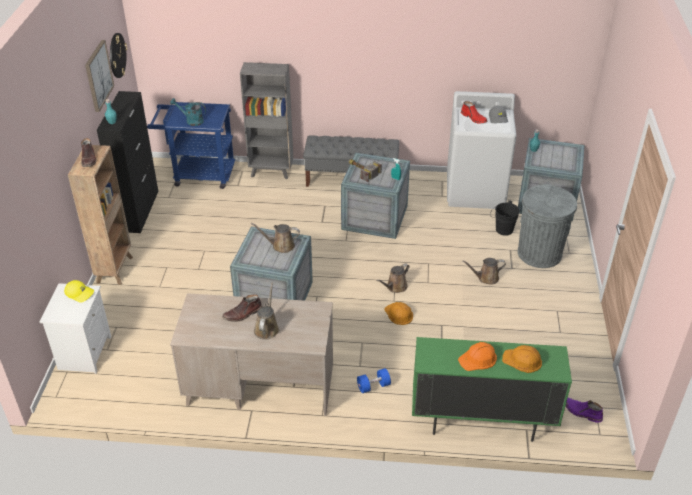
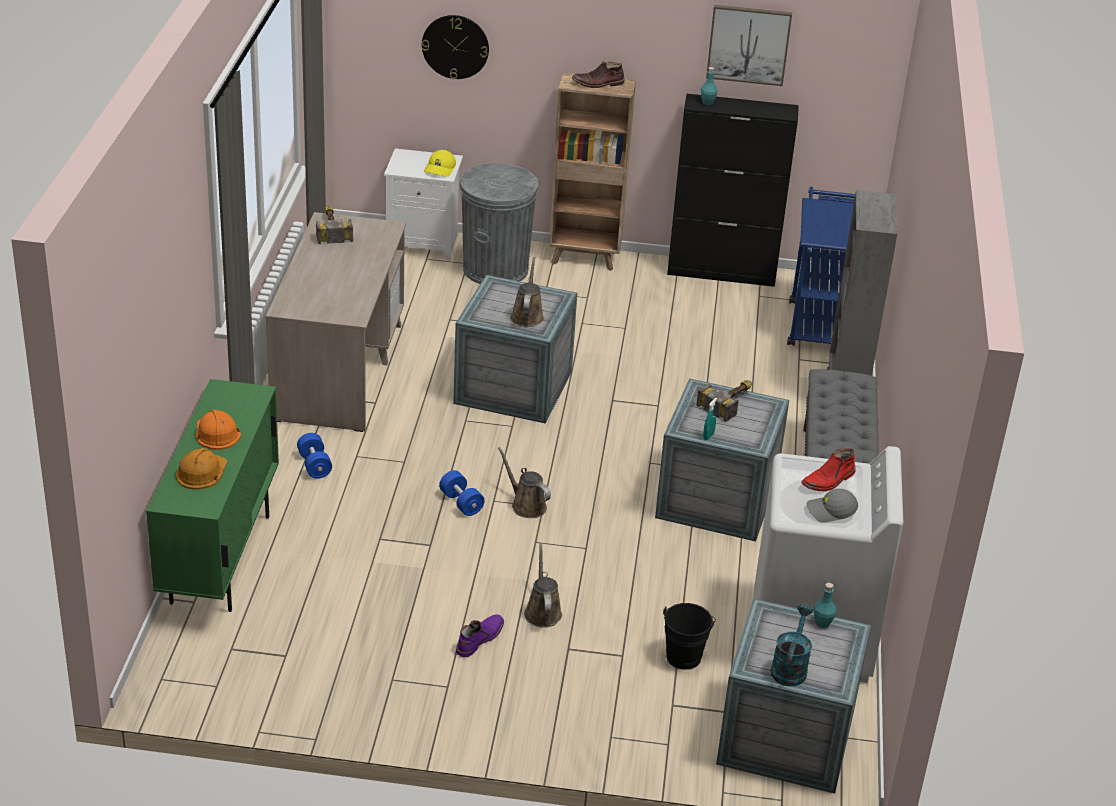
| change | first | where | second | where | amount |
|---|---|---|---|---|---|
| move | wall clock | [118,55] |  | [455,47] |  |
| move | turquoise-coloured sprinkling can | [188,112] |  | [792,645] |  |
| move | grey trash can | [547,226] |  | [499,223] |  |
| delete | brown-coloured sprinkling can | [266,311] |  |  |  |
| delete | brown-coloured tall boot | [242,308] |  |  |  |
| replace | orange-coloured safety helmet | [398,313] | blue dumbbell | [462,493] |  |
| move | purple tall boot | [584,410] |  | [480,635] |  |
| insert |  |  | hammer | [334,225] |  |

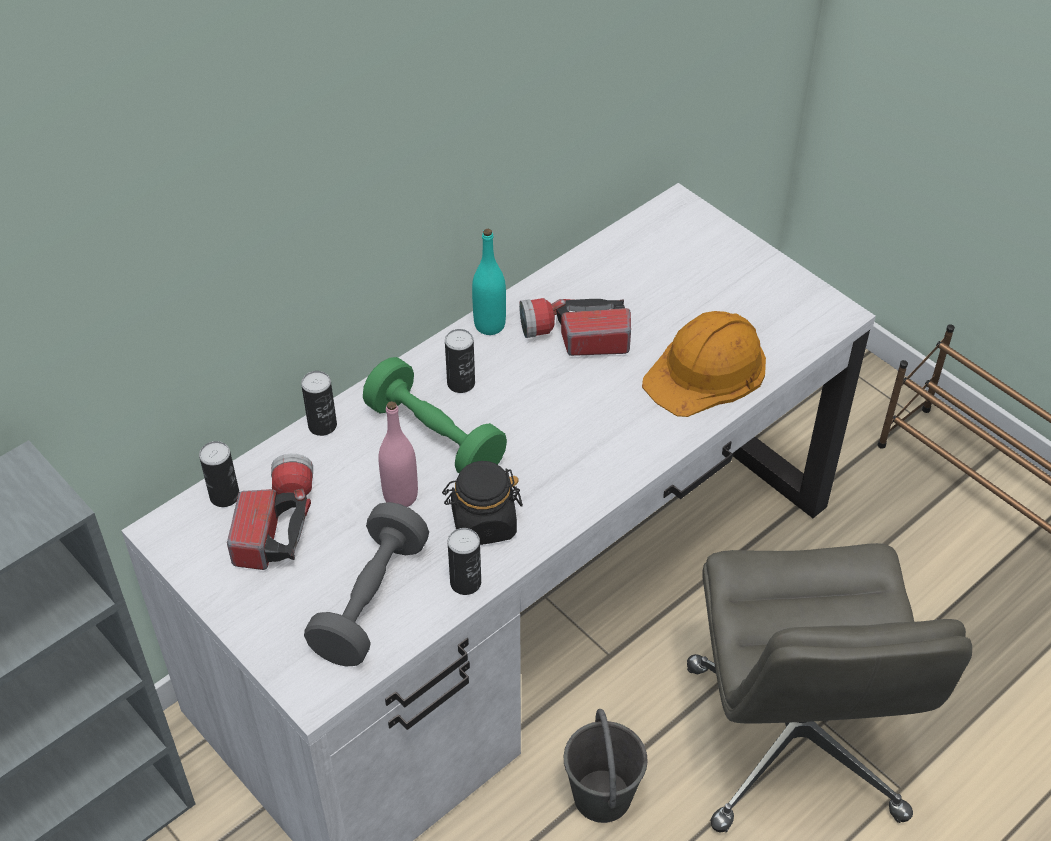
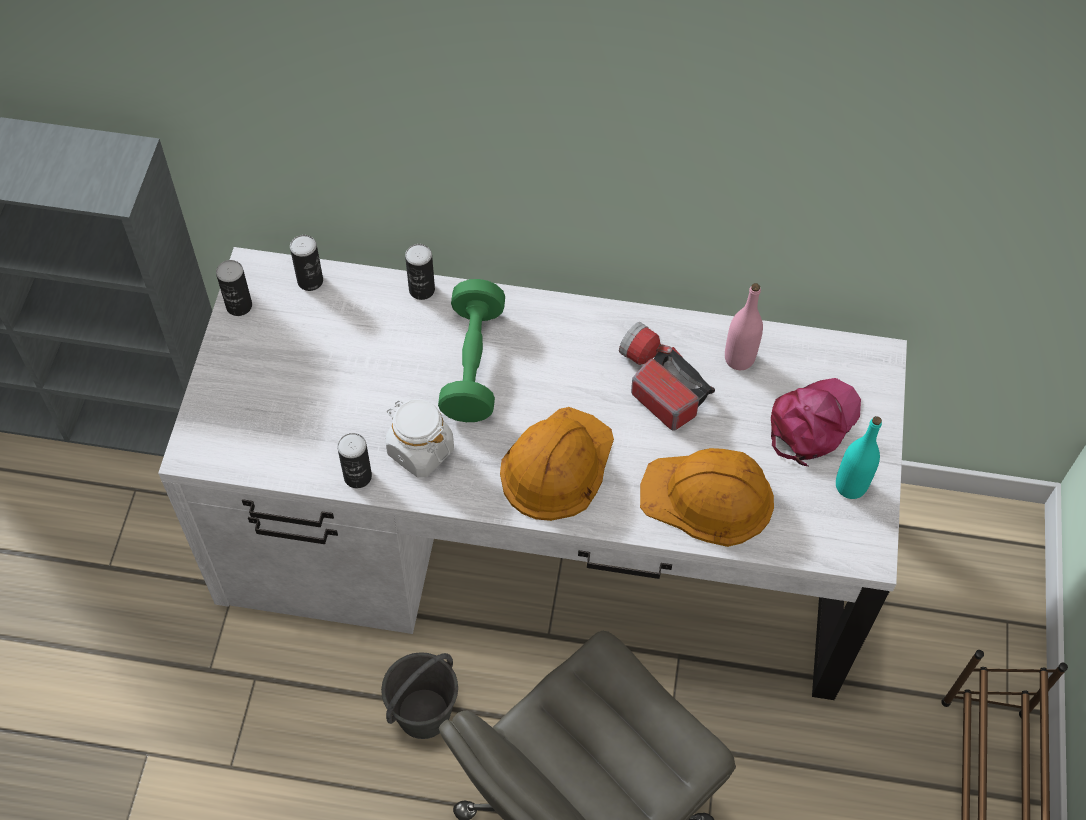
| change | first | where | second | where | amount |
|---|---|---|---|---|---|
| move | turquoise-coloured beverage bottle | [489,282] |  | [859,457] |  |
| move | metal can | [460,361] |  | [234,288] |  |
| move | pink-coloured beverage bottle | [398,454] |  | [744,326] |  |
| delete | torch | [270,512] |  |  |  |
| recolor | black-coloured jar | [482,503] | whitish jar | [420,438] |  |
| delete | grey dumbbell | [366,584] |  |  |  |
| insert |  |  | pink-coloured baseball cap | [816,422] |  |
| insert |  |  | orange-coloured safety helmet | [557,464] |  |

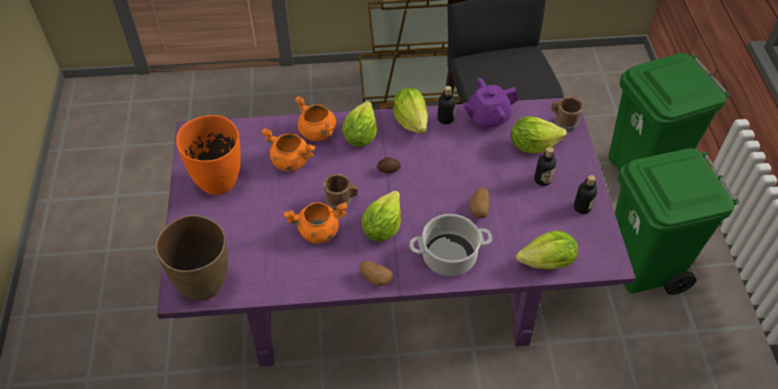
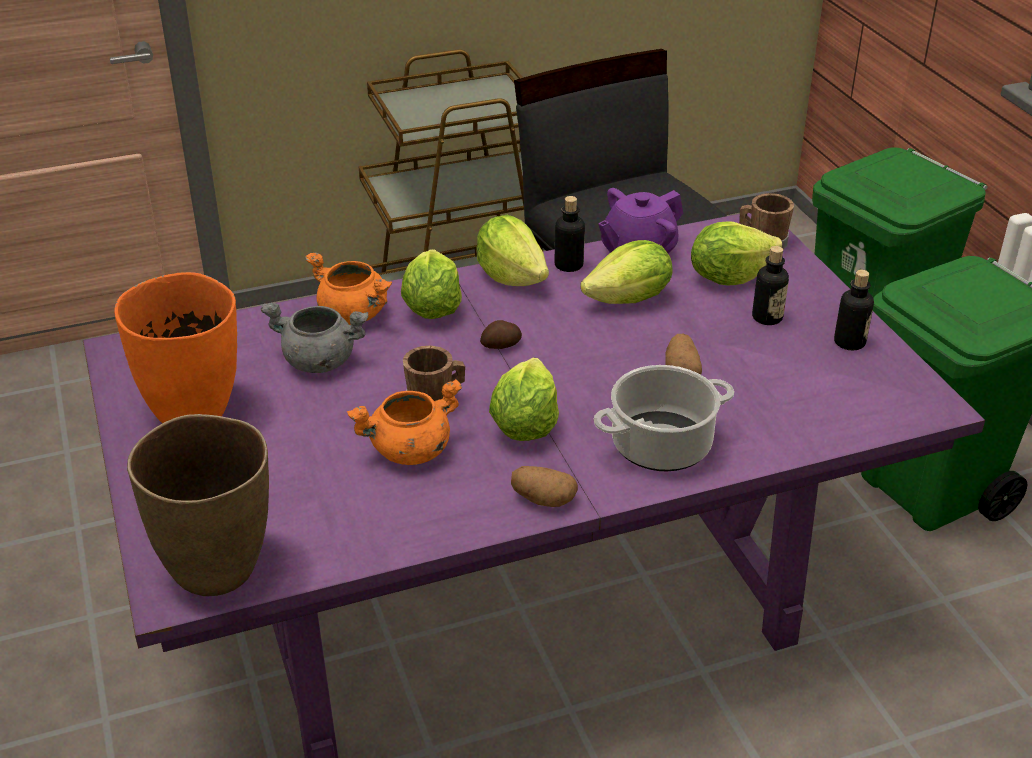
| change | first | where | second | where | amount |
|---|---|---|---|---|---|
| recolor | orange-coloured cooking pot | [288,149] | grey cooking pot | [314,338] |  |
| move | head of lettuce | [547,250] |  | [626,272] |  |

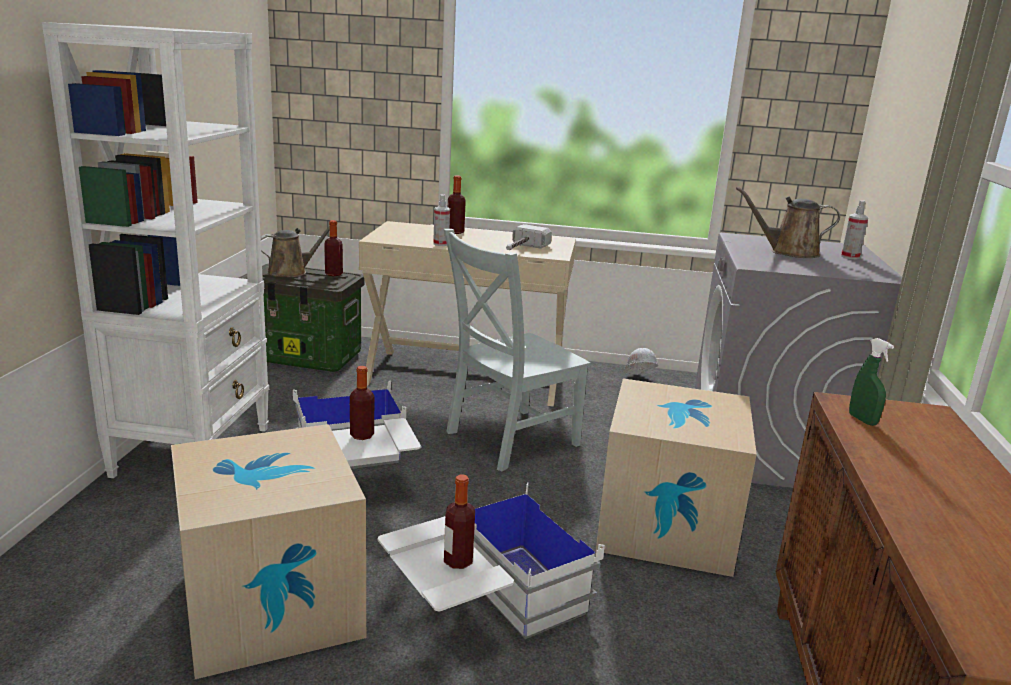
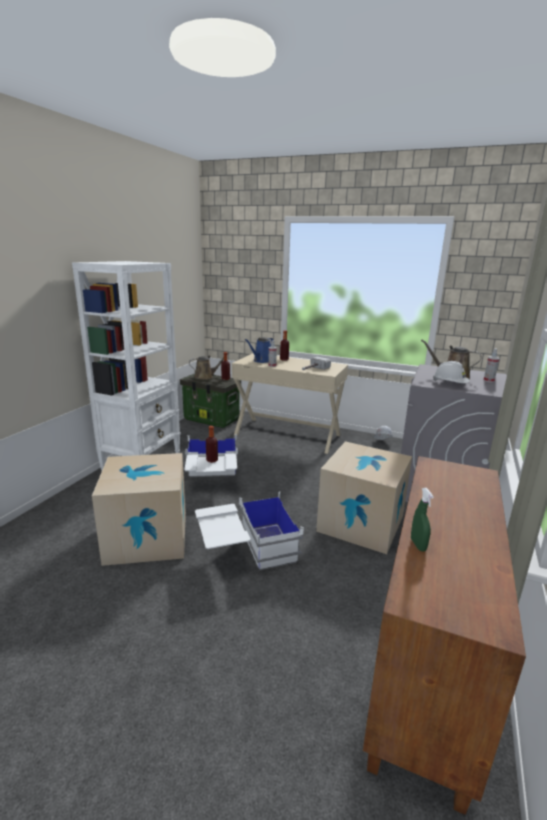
| change | first | where | second | where | amount |
|---|---|---|---|---|---|
| delete | grey upright chair | [516,350] |  |  |  |
| move | green sprayer | [871,382] |  | [422,519] |  |
| delete | beverage bottle | [459,521] |  |  |  |
| insert |  |  | blue sprinkling can | [259,350] |  |
| insert |  |  | whitish safety helmet | [451,372] |  |

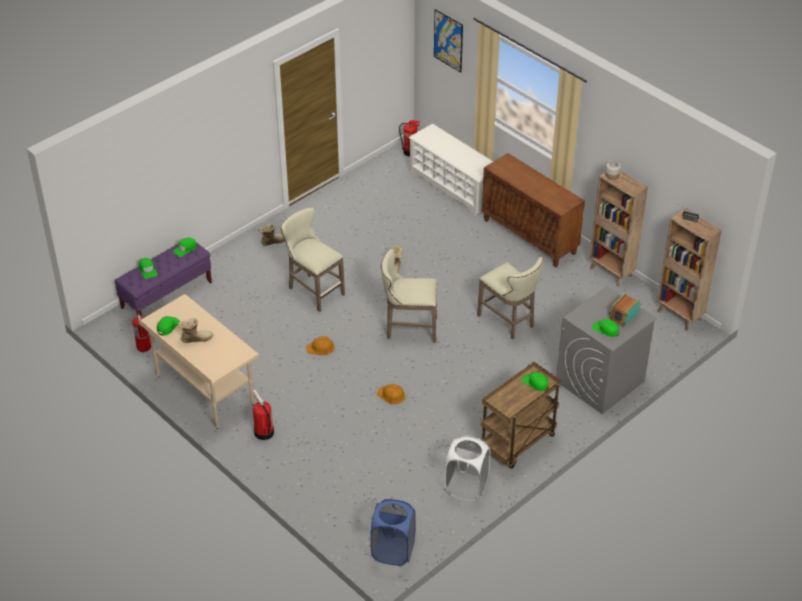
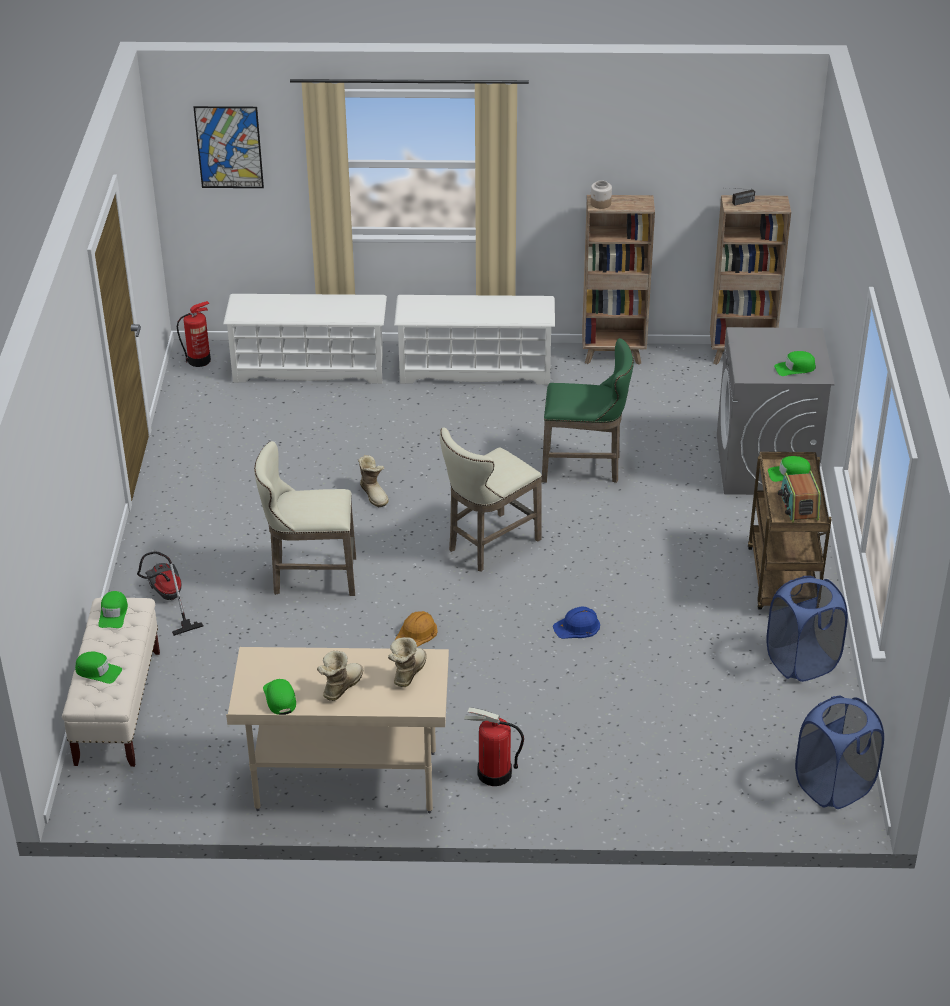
| change | first | where | second | where | amount |
|---|---|---|---|---|---|
| replace | brown-coloured storage cabinet | [533,210] | whitish shoe rack | [474,340] |  |
| move | tall boot | [271,234] |  | [407,662] |  |
| recolor | purple indoor bench | [163,279] | beige-coloured indoor bench | [111,682] |  |
| recolor | beige-coloured stool seat | [510,298] | green stool seat | [588,410] |  |
| move | radio | [624,310] |  | [799,496] |  |
| delete | fire extinguisher | [141,332] |  |  |  |
| recolor | orange-coloured safety helmet | [391,394] | blue safety helmet | [576,622] |  |
| recolor | whitish washing basket | [468,468] | blue washing basket | [807,629] |  |
| insert |  |  | vacuum | [170,593] |  |

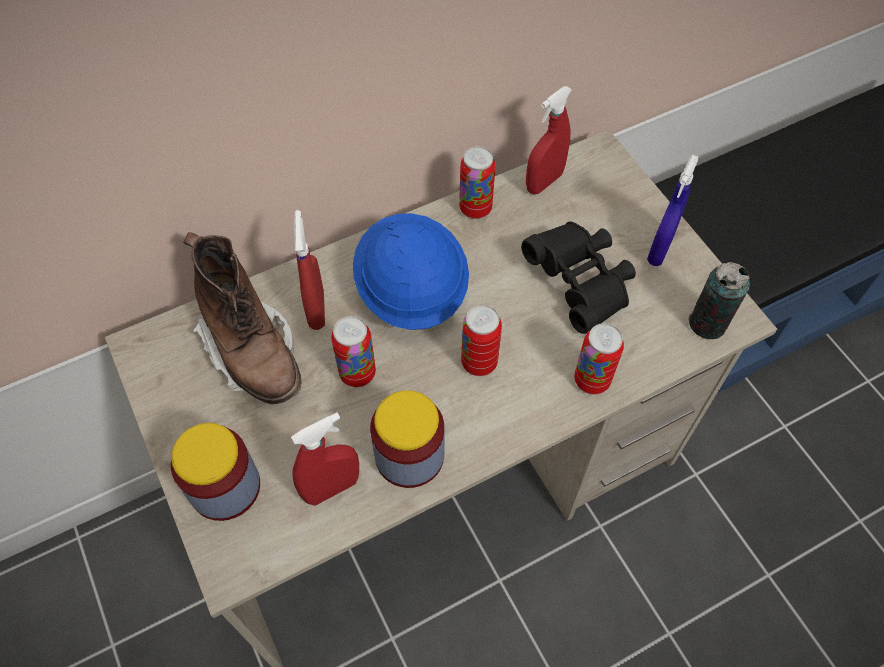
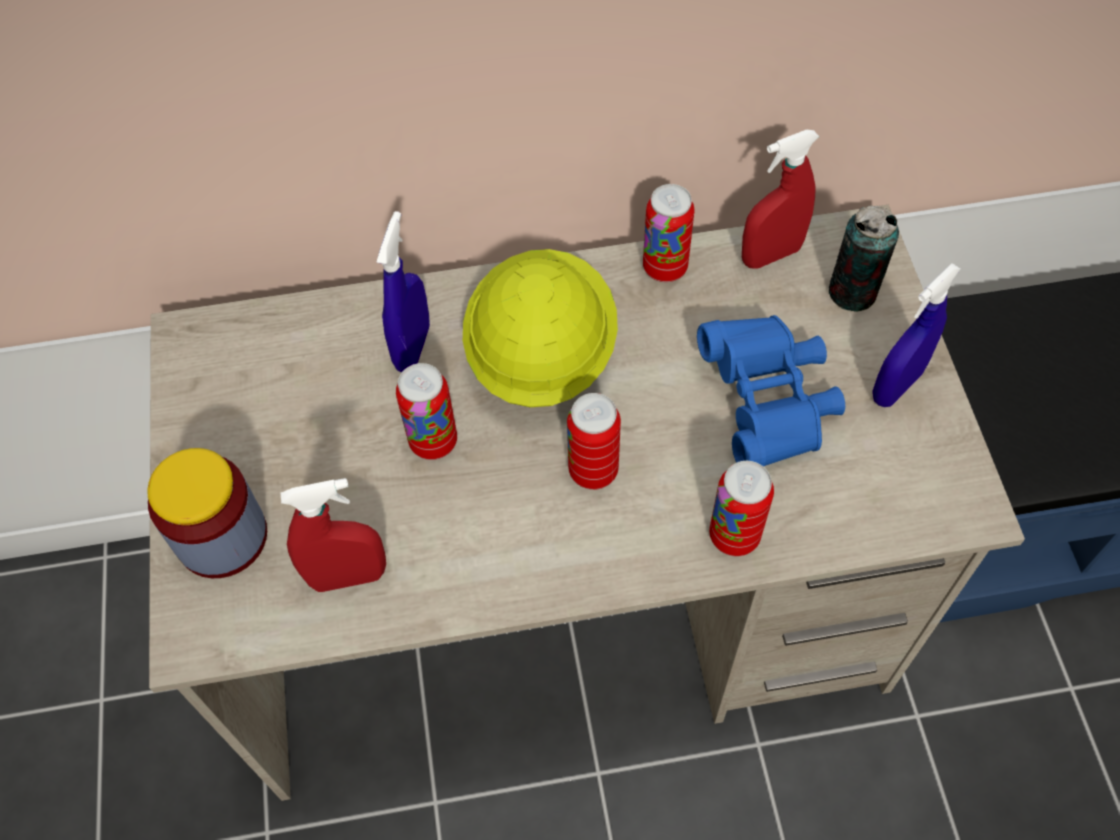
| change | first | where | second | where | amount |
|---|---|---|---|---|---|
| recolor | reddish sprayer | [309,270] | blue sprayer | [403,291] |  |
| recolor | blue safety helmet | [411,271] | yellow safety helmet | [540,328] |  |
| recolor | black-coloured field glasses | [578,277] | blue field glasses | [771,391] |  |
| delete | brown-coloured tall boot | [242,318] |  |  |  |
| move | metal can | [719,300] |  | [864,258] |  |
| delete | jar | [407,439] |  |  |  |

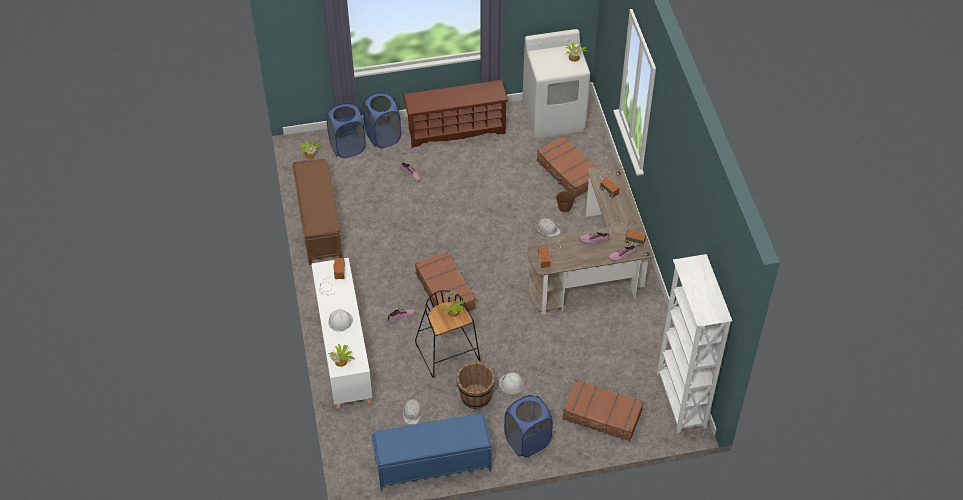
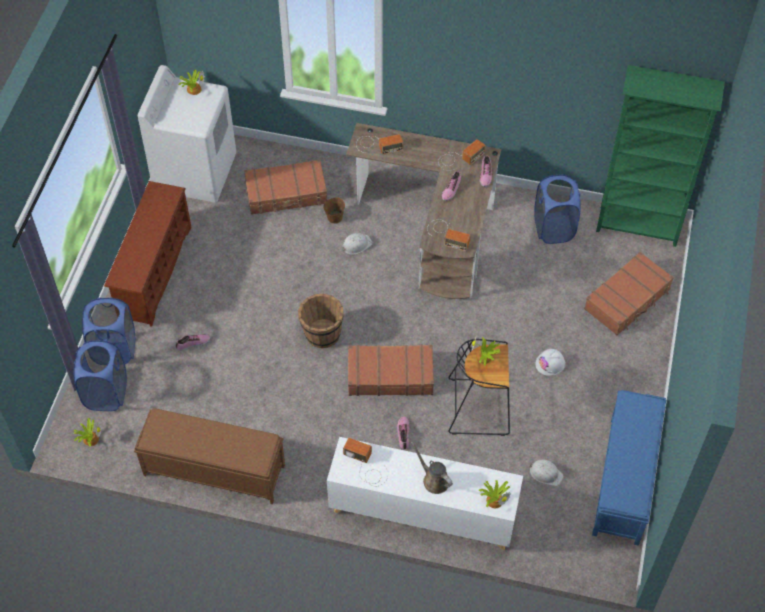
| change | first | where | second | where | amount |
|---|---|---|---|---|---|
| recolor | whitish bookshelf | [694,343] | green bookshelf | [660,156] |  |
| replace | whitish safety helmet | [341,320] | brown-coloured sprinkling can | [432,467] |  |
| move | brown-coloured water bucket | [475,385] |  | [321,321] |  |
| move | blue washing basket | [528,426] |  | [557,209] |  |

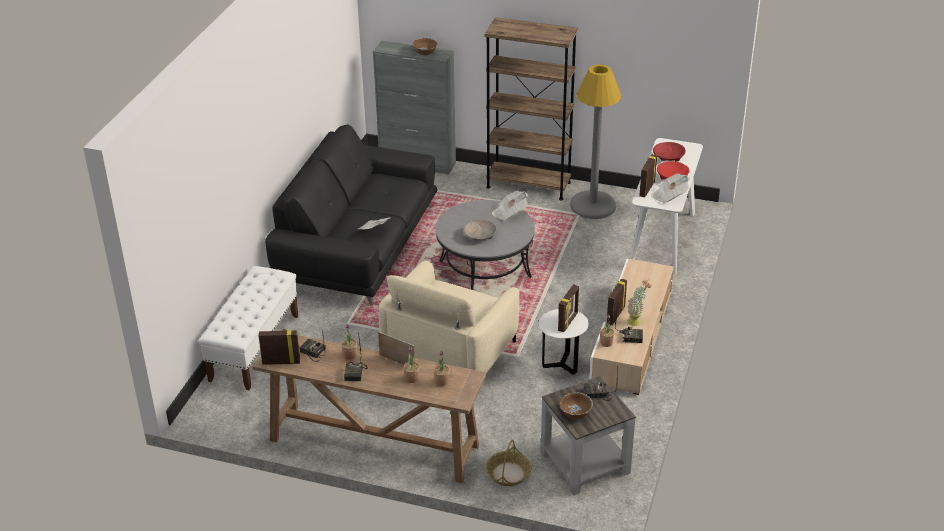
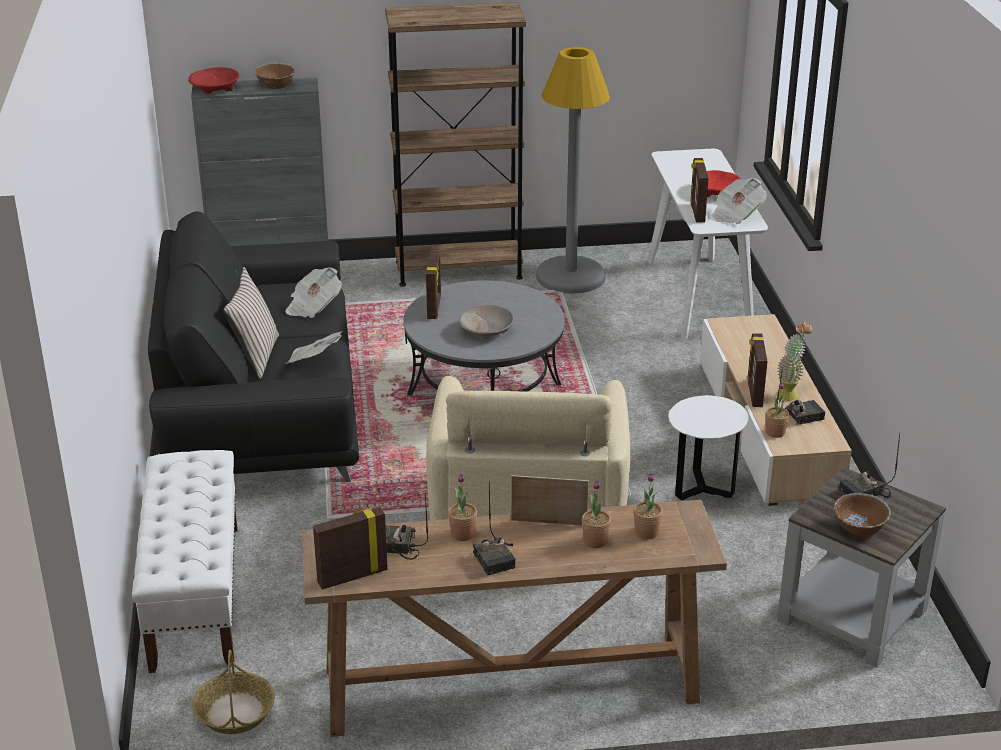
| change | first | where | second | where | amount |
|---|---|---|---|---|---|
| move | reddish deep dish | [669,152] |  | [213,80] |  |
| move | daily paper | [510,205] |  | [313,292] |  |
| move | photo frame | [568,308] |  | [433,284] |  |
| move | household basket | [508,463] |  | [233,692] |  |
| insert |  |  | beige-coloured throw pillow | [251,323] |  |

